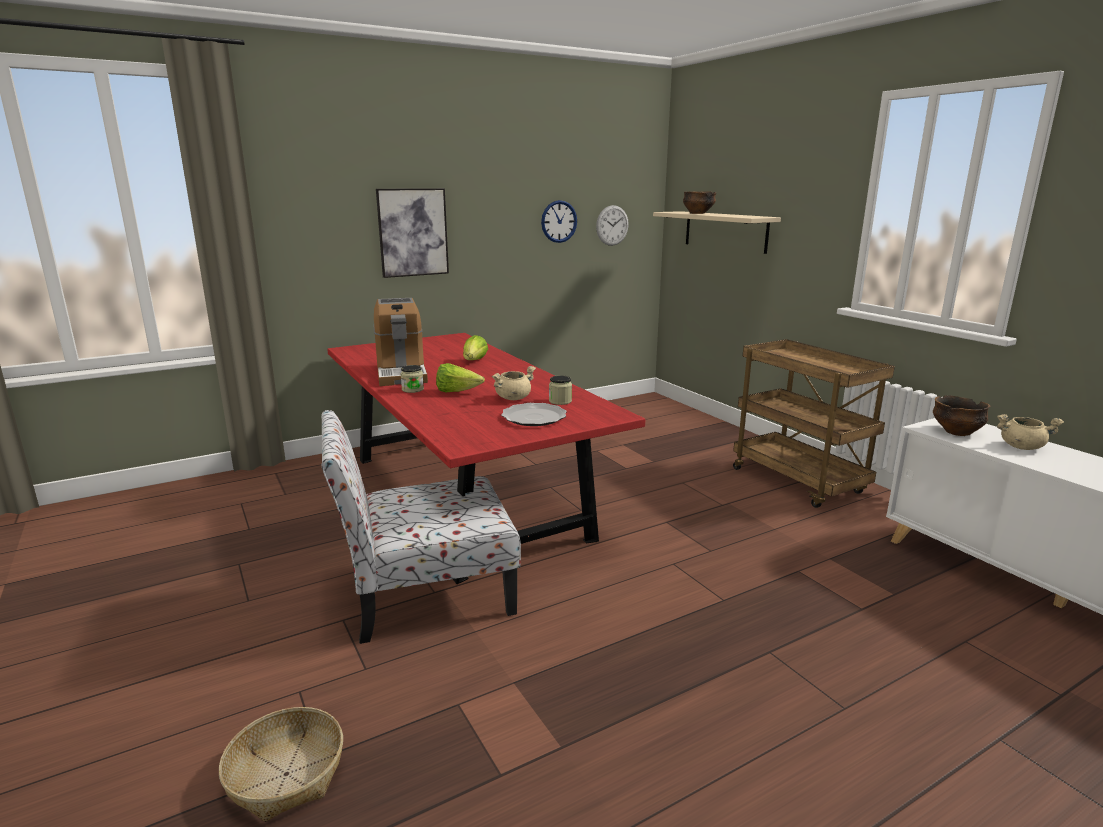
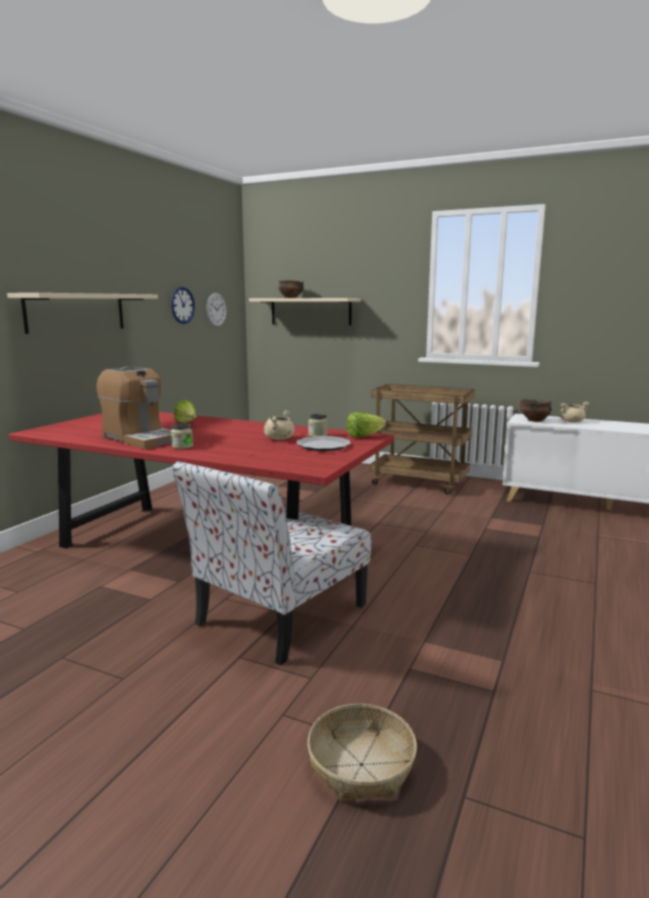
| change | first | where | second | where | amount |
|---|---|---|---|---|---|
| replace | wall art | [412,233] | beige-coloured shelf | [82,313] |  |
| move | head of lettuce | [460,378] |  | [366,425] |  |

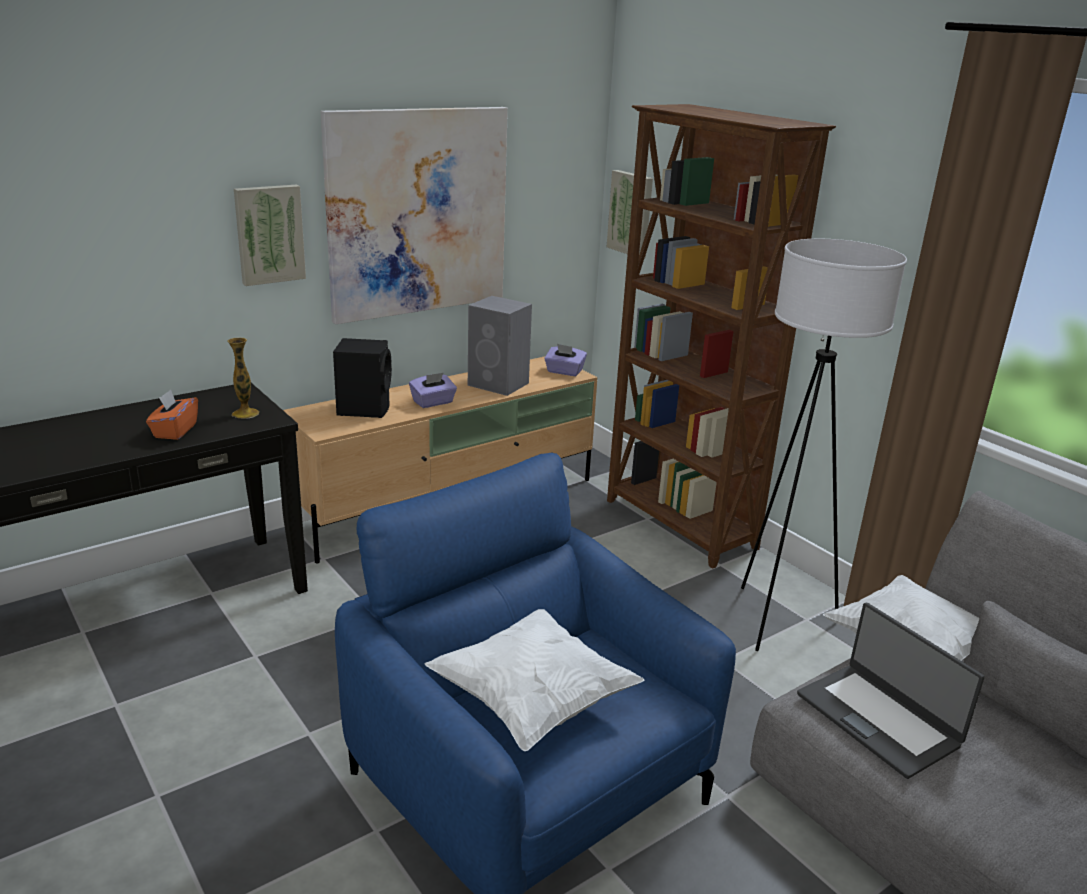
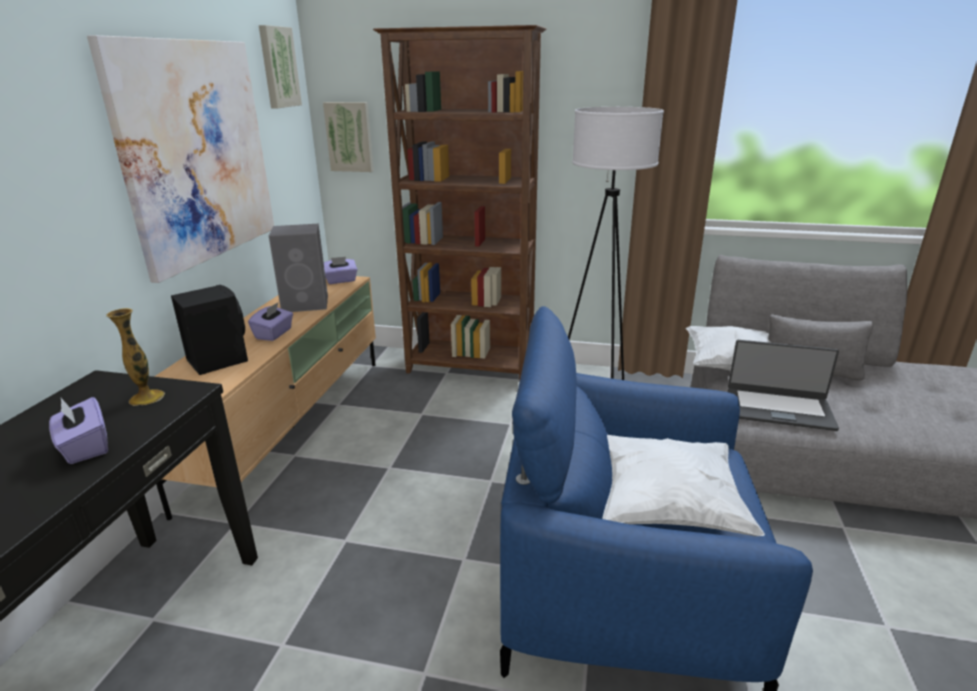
| change | first | where | second | where | amount |
|---|---|---|---|---|---|
| move | wall art | [270,235] |  | [280,66] |  |
| recolor | orange-coloured box of tissues | [172,414] | purple box of tissues | [78,430] |  |

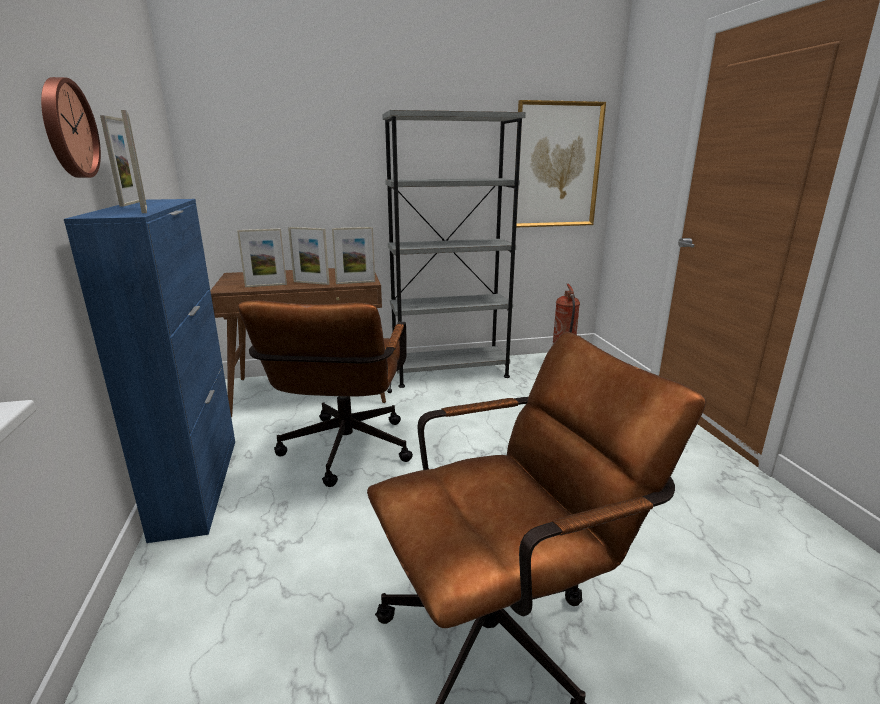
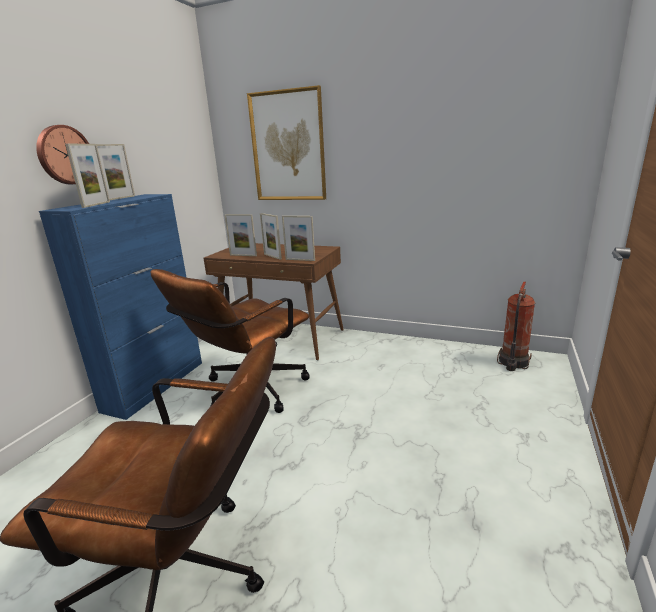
| change | first | where | second | where | amount |
|---|---|---|---|---|---|
| move | wall art | [559,163] |  | [286,142] |  |
| delete | grey bookshelf | [454,249] |  |  |  |

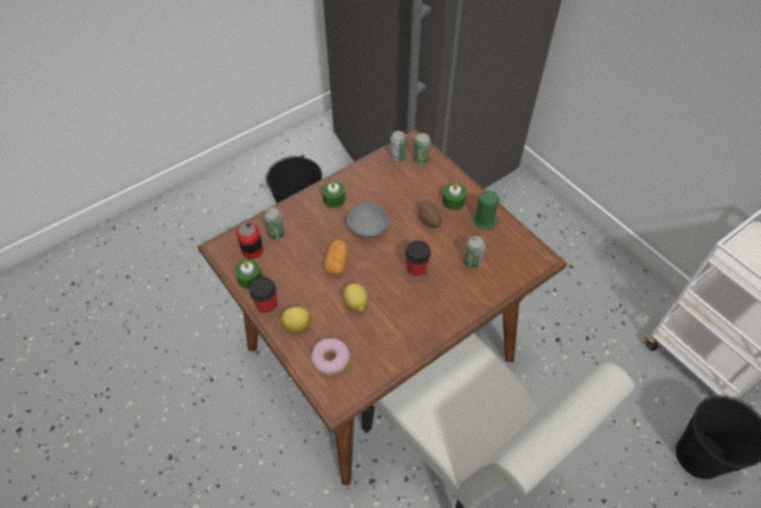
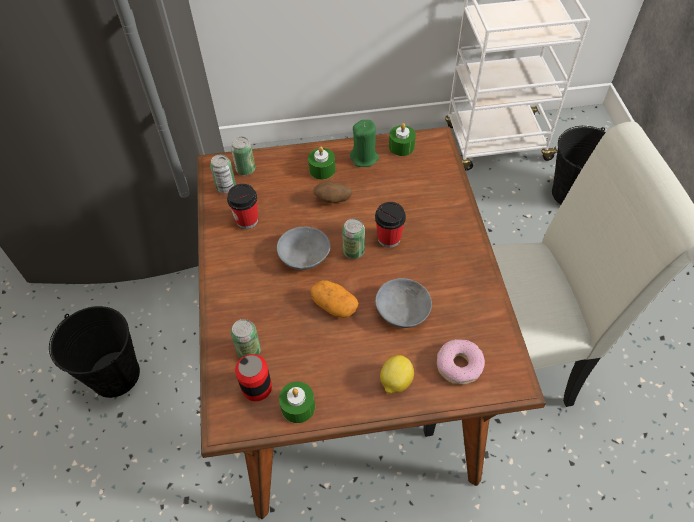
| change | first | where | second | where | amount |
|---|---|---|---|---|---|
| move | green candle | [333,194] |  | [402,139] |  |
| move | metal can | [474,252] |  | [353,238] |  |
| move | cup | [263,296] |  | [242,206] |  |
| replace | whole lemon | [355,298] | grey deep dish | [403,303] |  |

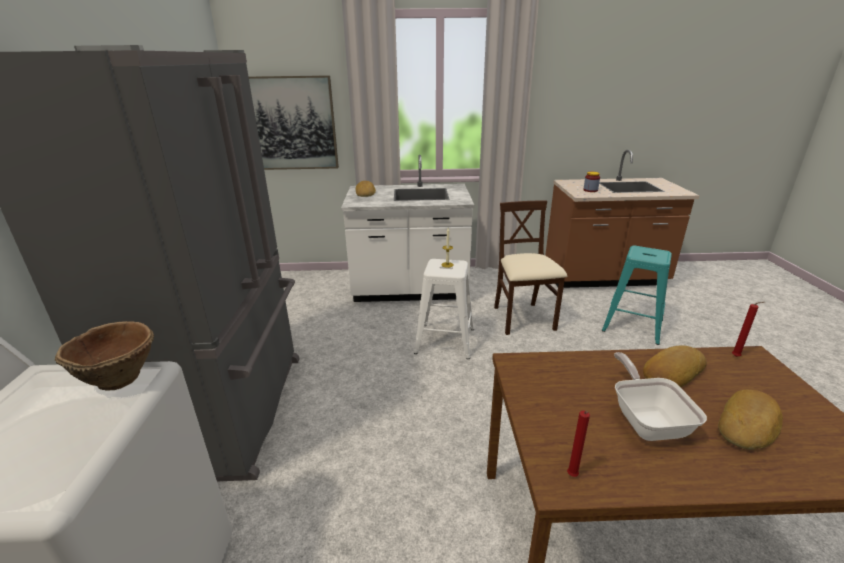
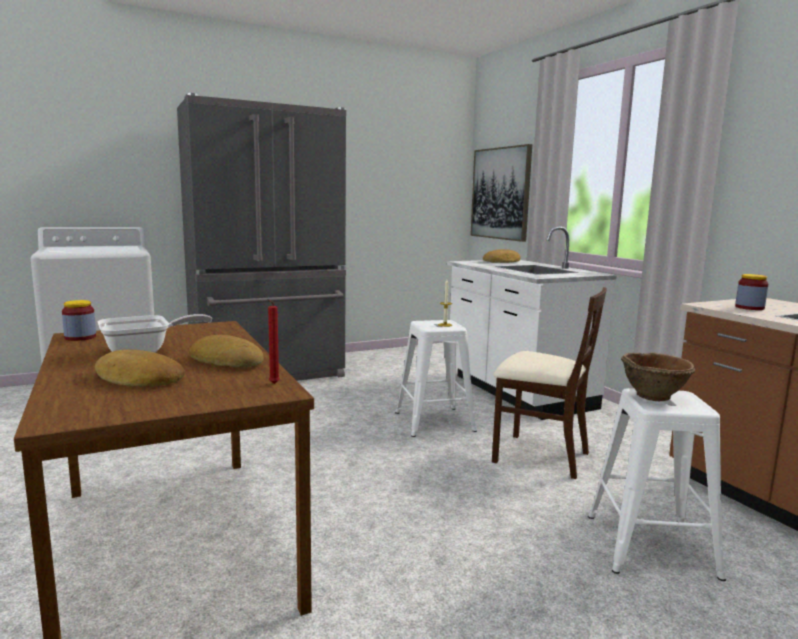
| change | first | where | second | where | amount |
|---|---|---|---|---|---|
| rotate | beige-coloured upright chair | [530,267] |  | [549,383] | 60 degrees clockwise |
| recolor | turquoise-coloured stool seat | [637,295] | whitish stool seat | [657,484] |  |
| move | brown-coloured deep dish | [104,355] |  | [658,376] |  |
| replace | reddish candle | [578,444] | jar | [79,320] |  |

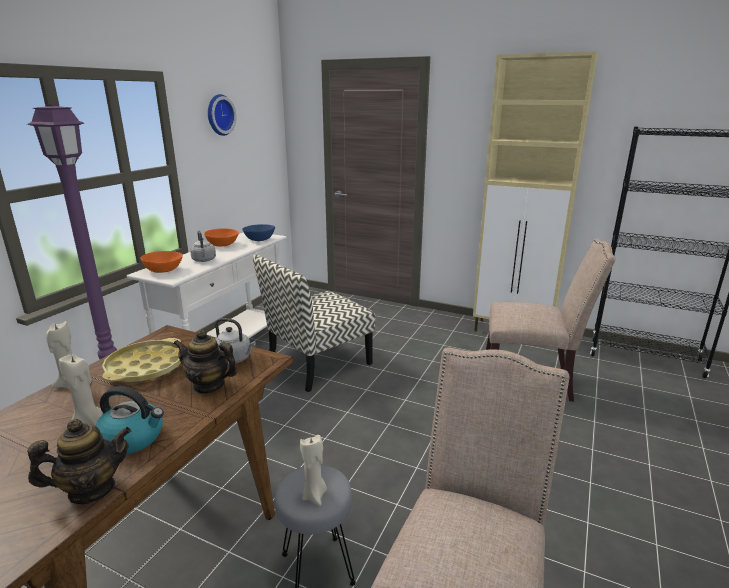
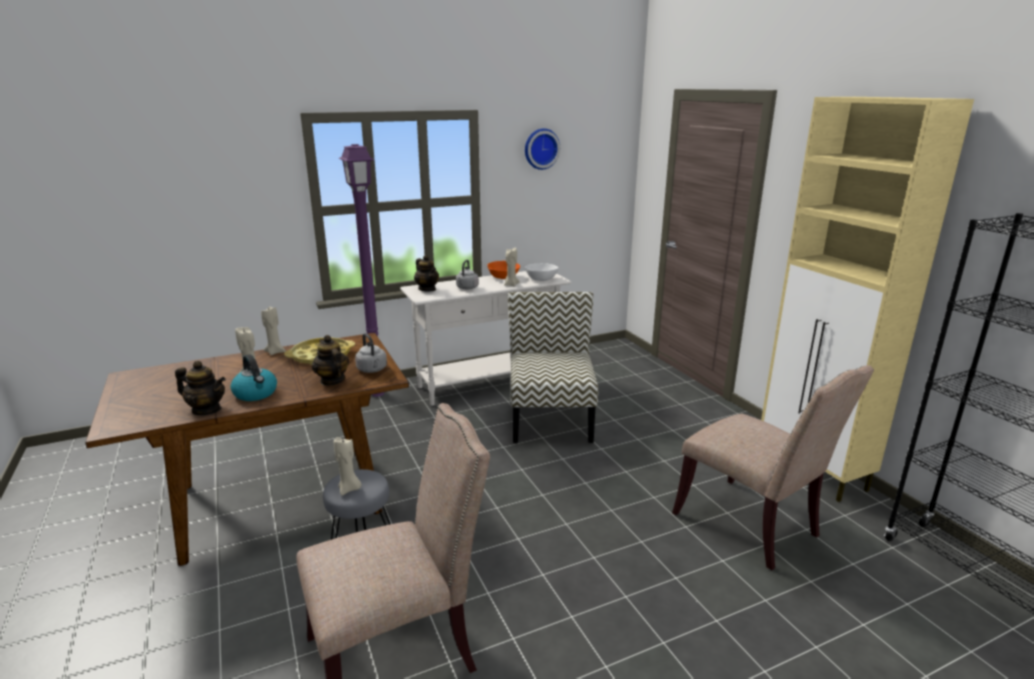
| change | first | where | second | where | amount |
|---|---|---|---|---|---|
| recolor | blue deep dish | [258,232] | whitish deep dish | [542,272] |  |
| replace | orange-coloured deep dish | [162,262] | pot for tea | [426,273] |  |
| rotate | upright chair | [314,323] |  | [553,367] | 90 degrees clockwise |
| insert |  |  | beige-coloured candle | [512,267] |  |

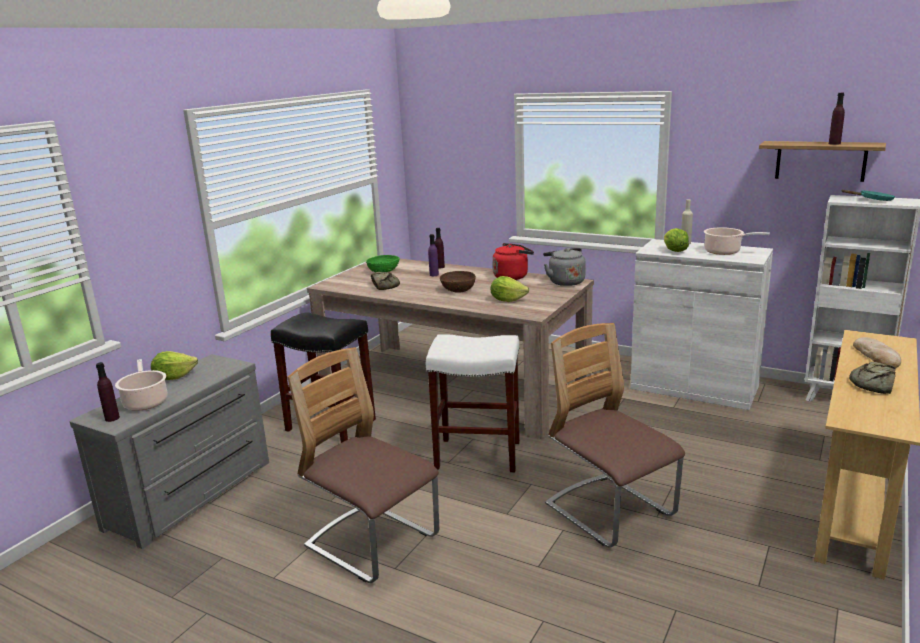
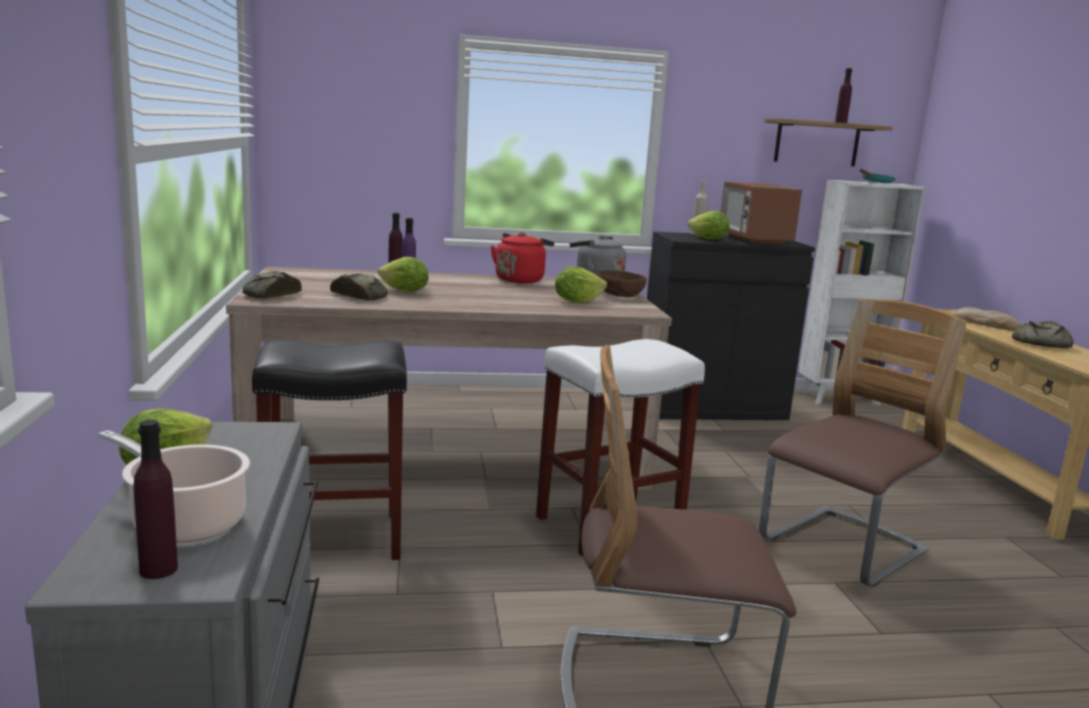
| change | first | where | second | where | amount |
|---|---|---|---|---|---|
| replace | cooking pot | [737,241] | microwave oven | [761,213] |  |
| recolor | whitish storage cabinet | [701,324] | black-coloured storage cabinet | [731,326] |  |
| delete | green deep dish | [382,264] |  |  |  |
| move | brown-coloured deep dish | [458,282] |  | [621,283] |  |
| rotate | upright chair | [615,435] |  | [863,443] | 120 degrees clockwise |
| insert |  |  | head of lettuce | [403,274] |  |
| insert |  |  | baked bread | [272,285] |  |

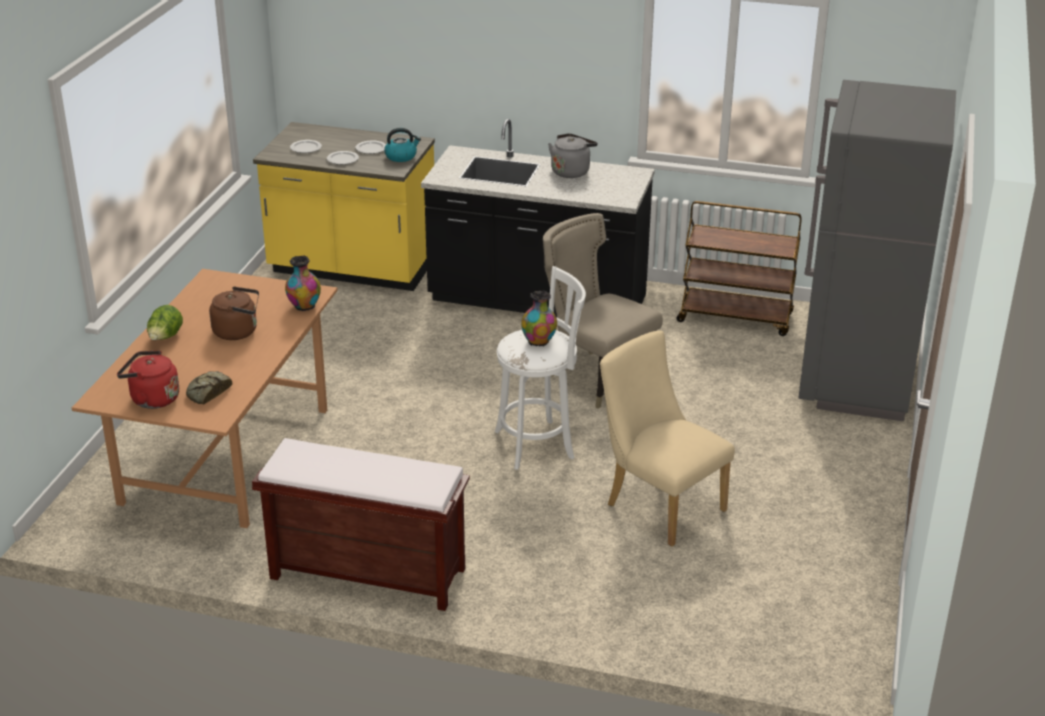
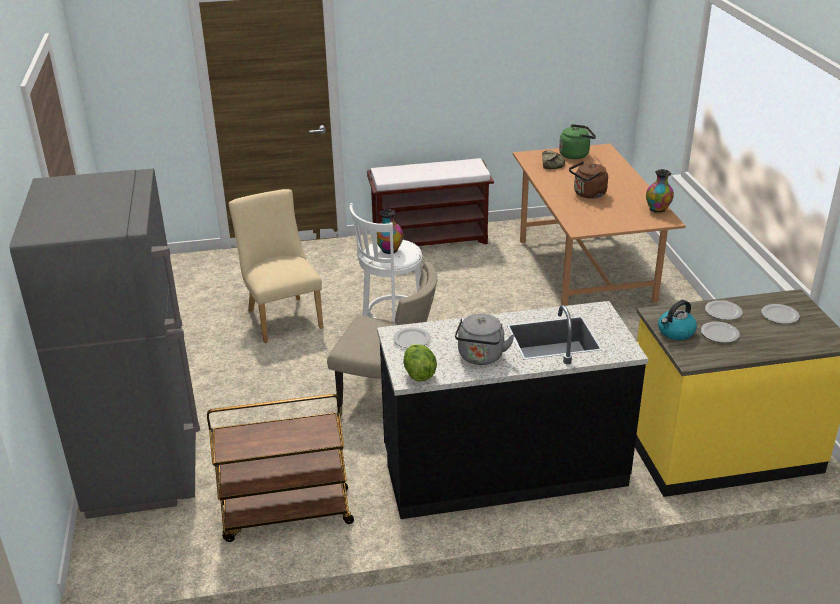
| change | first | where | second | where | amount |
|---|---|---|---|---|---|
| move | flower vase | [303,284] |  | [660,191] |  |
| move | head of lettuce | [165,322] |  | [420,363] |  |
| rotate | beige-coloured upright chair | [667,438] |  | [276,266] | 135 degrees counterclockwise |
| recolor | reddish tea kettle | [148,379] | green tea kettle | [577,141] |  |
| insert |  |  | flat dish | [412,337] |  |

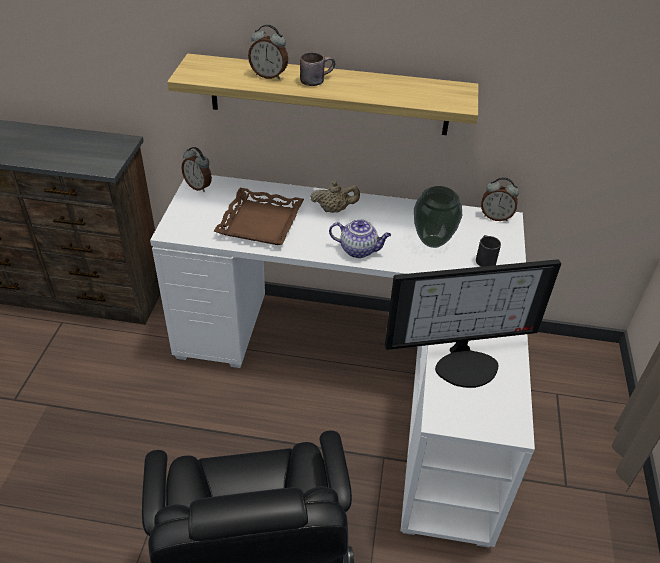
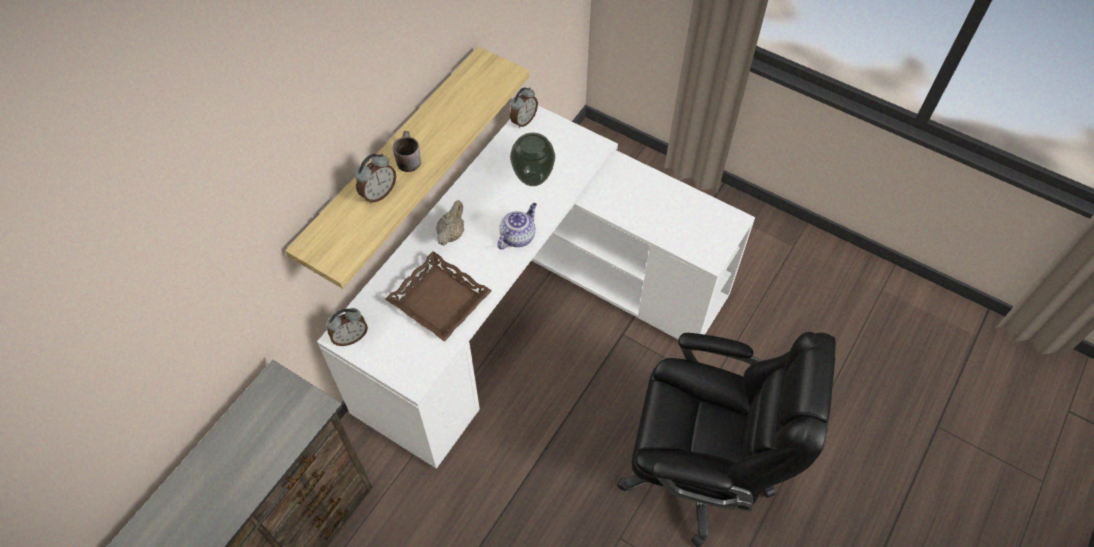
| change | first | where | second | where | amount |
|---|---|---|---|---|---|
| delete | black-coloured coffee mug | [488,251] |  |  |  |
| delete | computer display | [473,323] |  |  |  |

